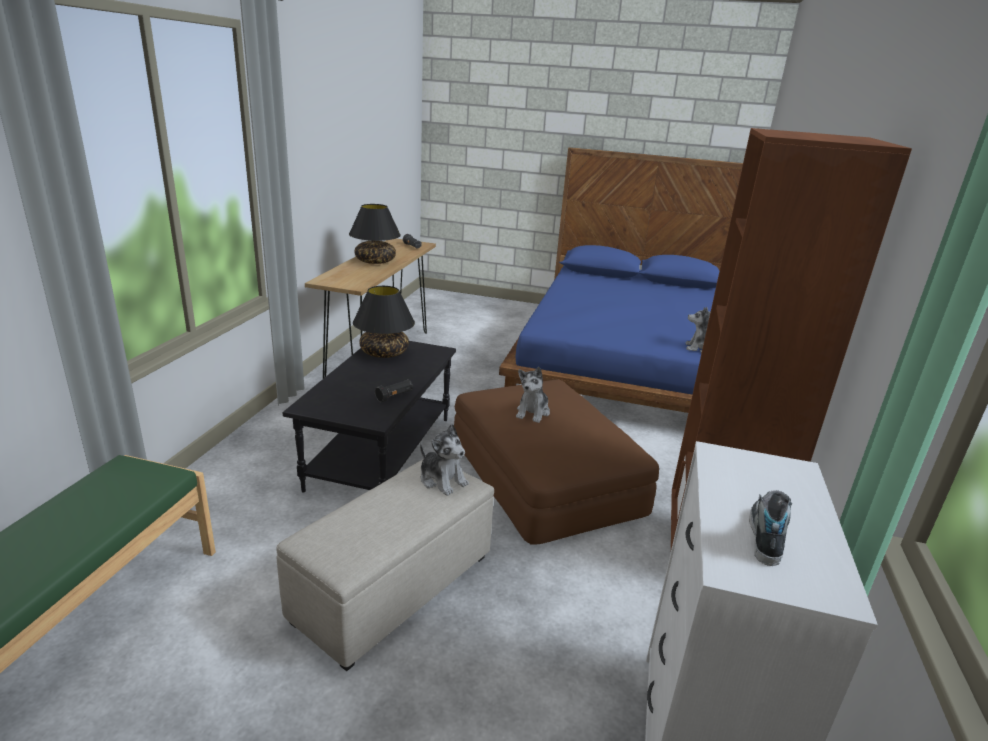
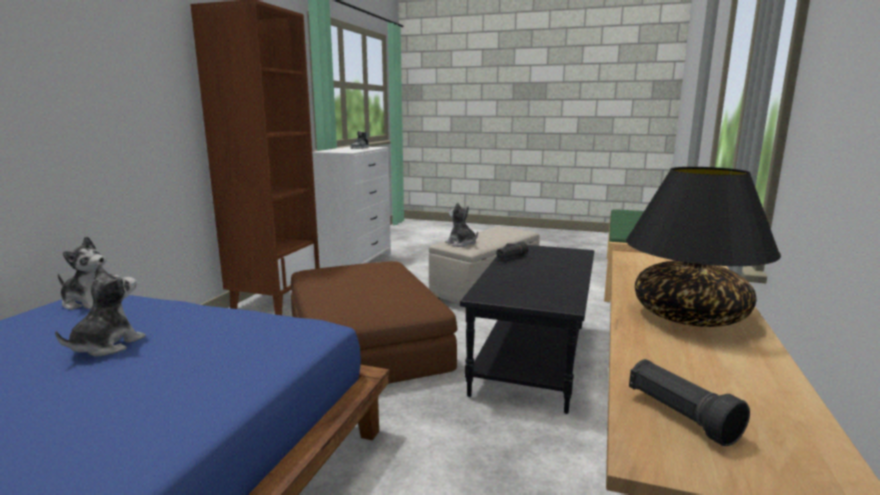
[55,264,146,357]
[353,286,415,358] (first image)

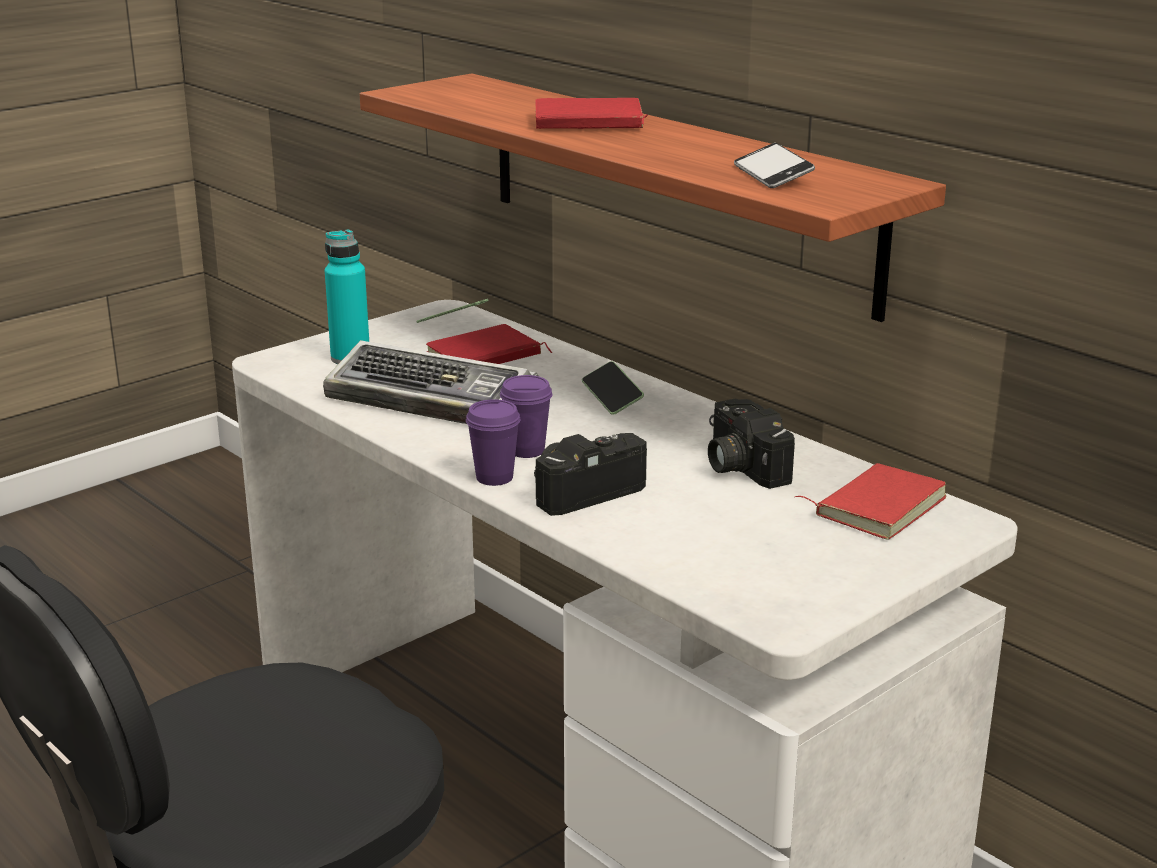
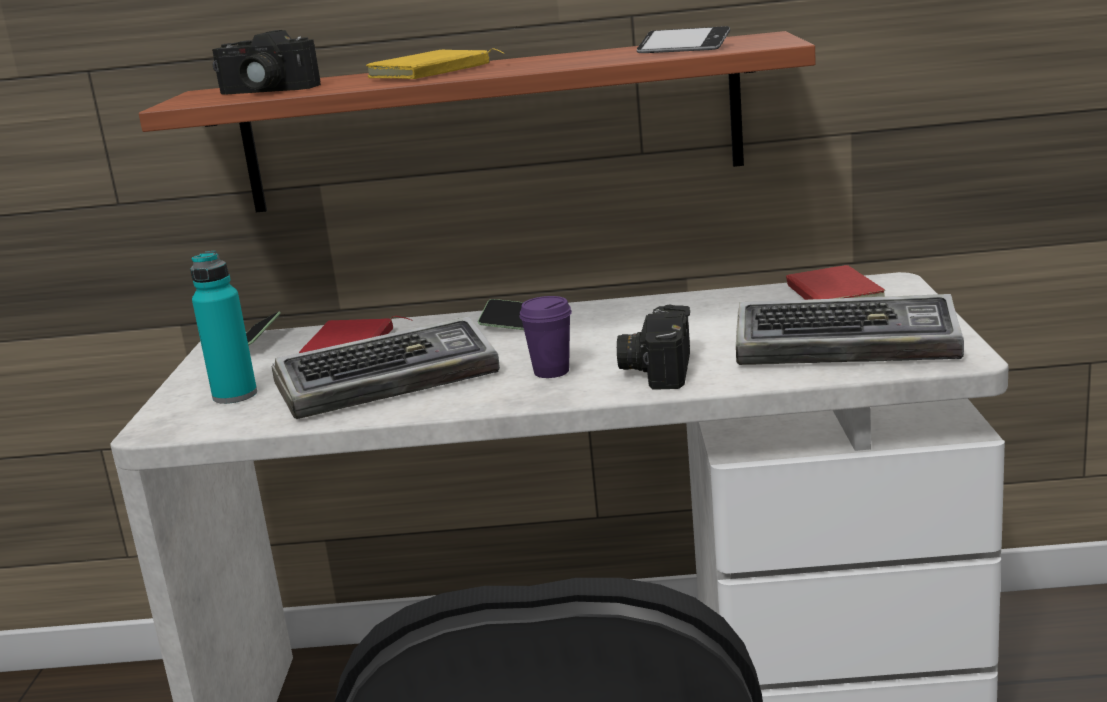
[212,30,321,95]
[366,48,505,79]
[736,294,964,365]
[466,399,521,486] (first image)

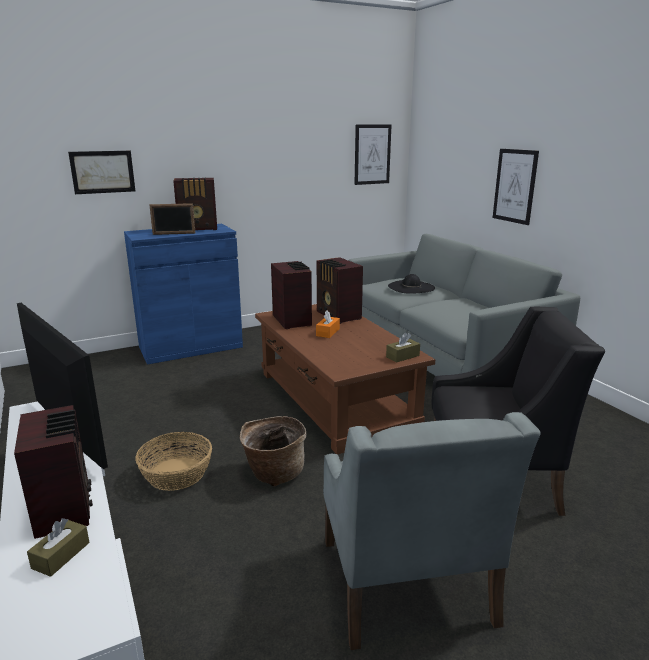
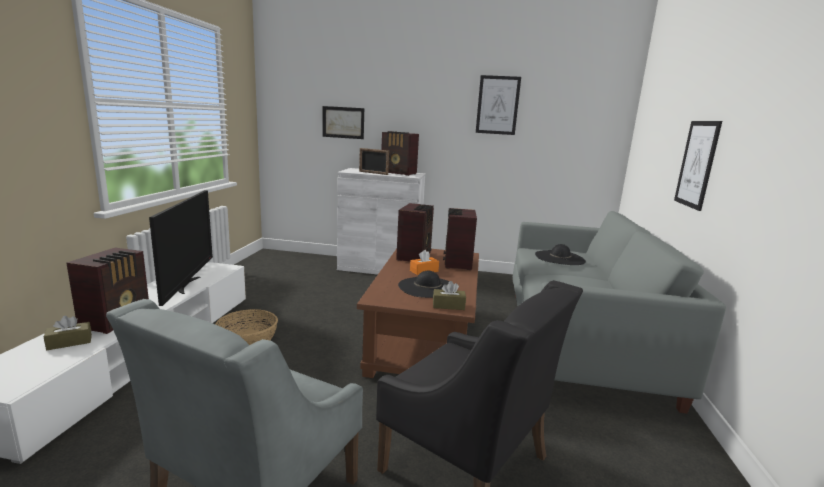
[337,168,425,275]
[398,271,449,298]
[476,75,521,135]
[240,416,306,487] (first image)

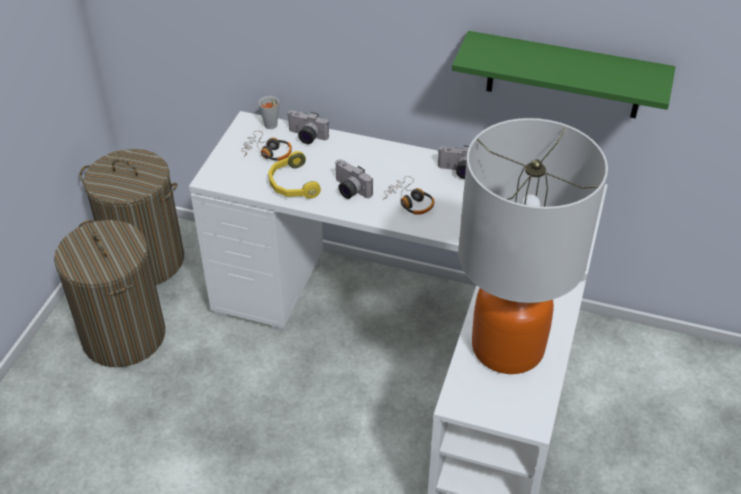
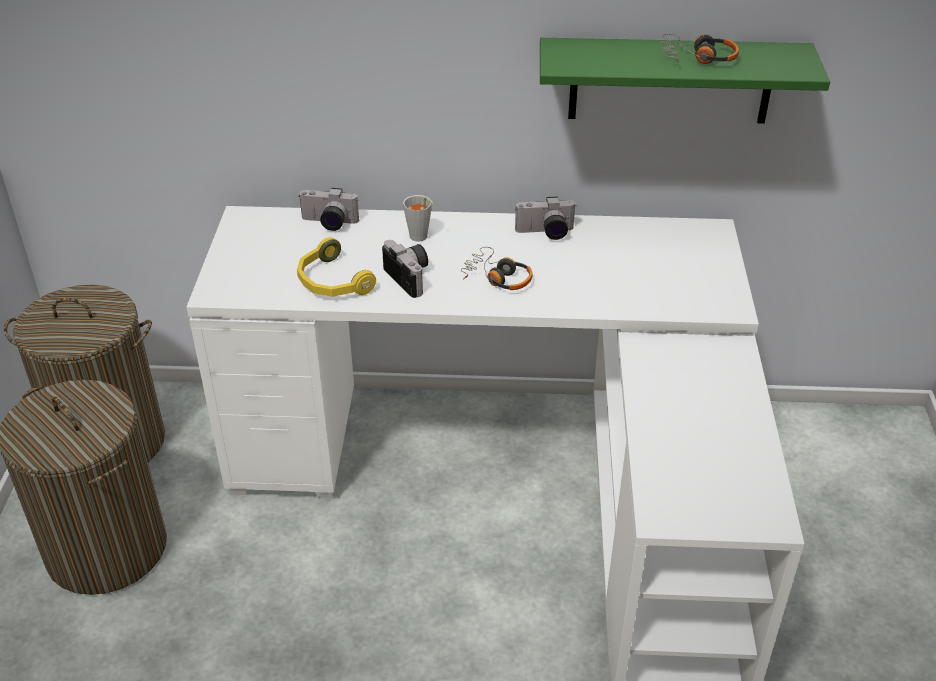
[382,240,428,298]
[403,195,434,242]
[660,34,739,64]
[458,118,608,374] (first image)

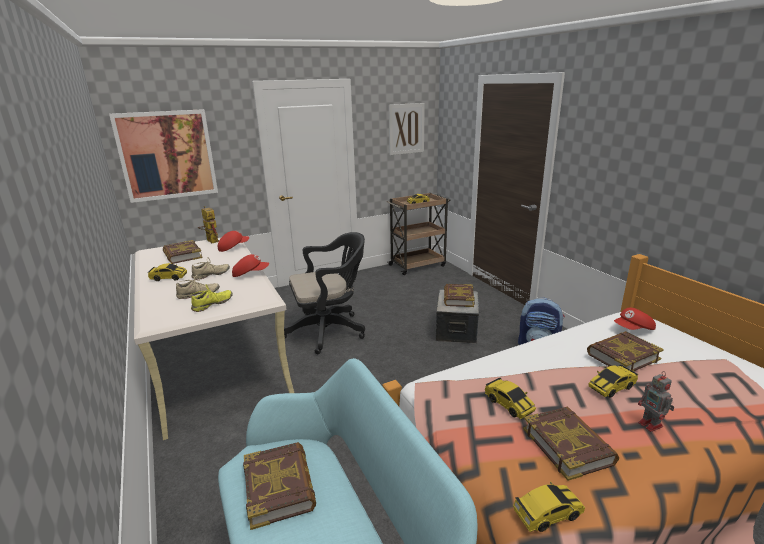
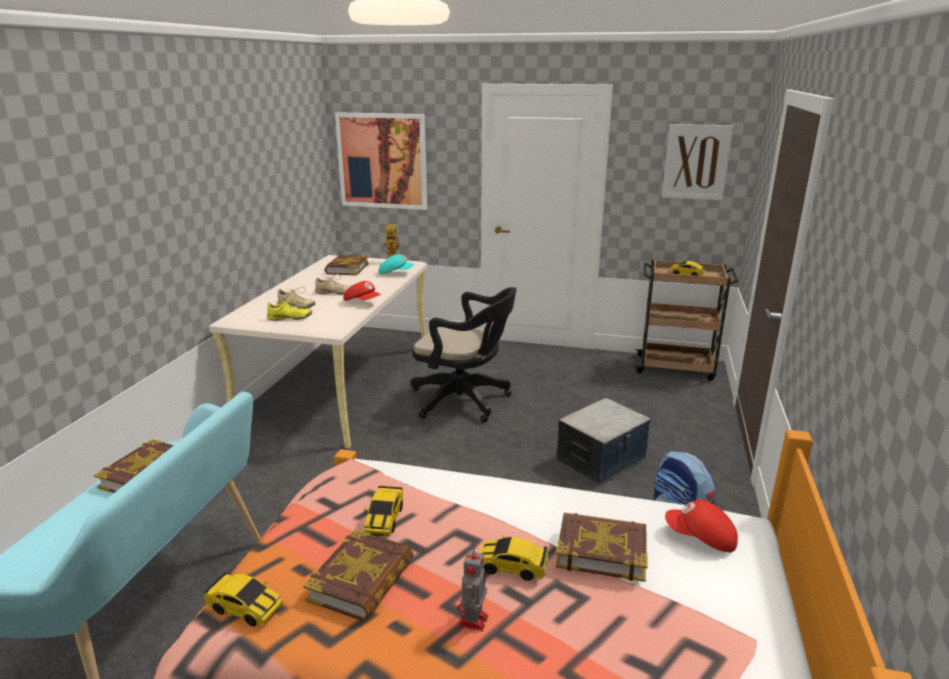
[379,254,415,274]
[148,263,187,281] (first image)
[444,284,475,307] (first image)

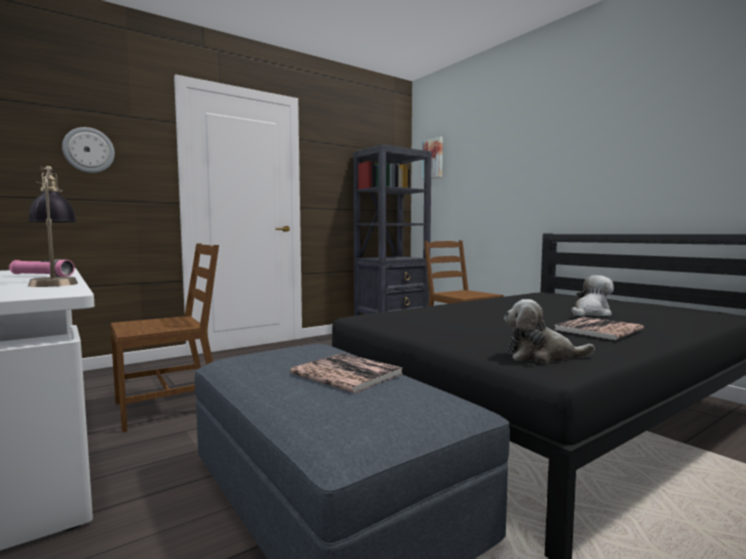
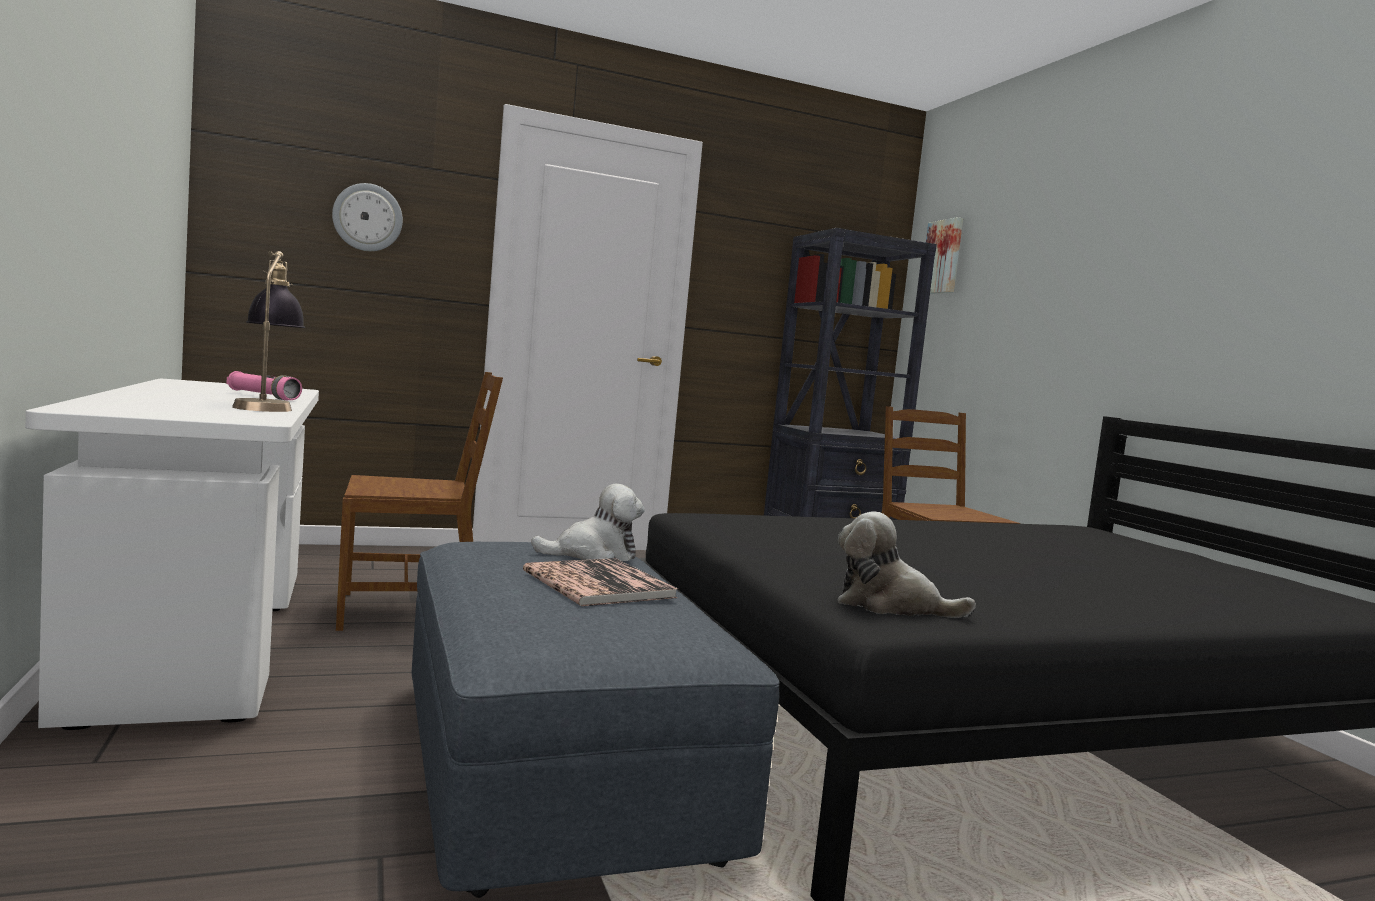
[531,484,645,561]
[555,317,644,340] (first image)

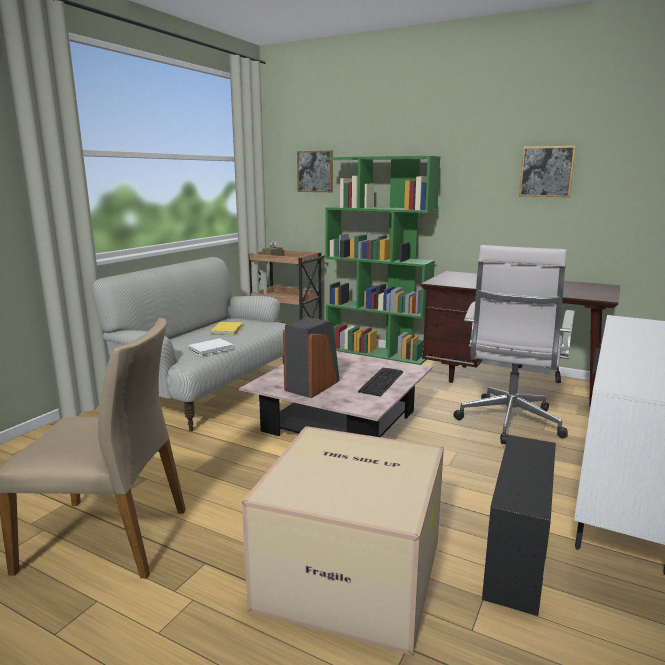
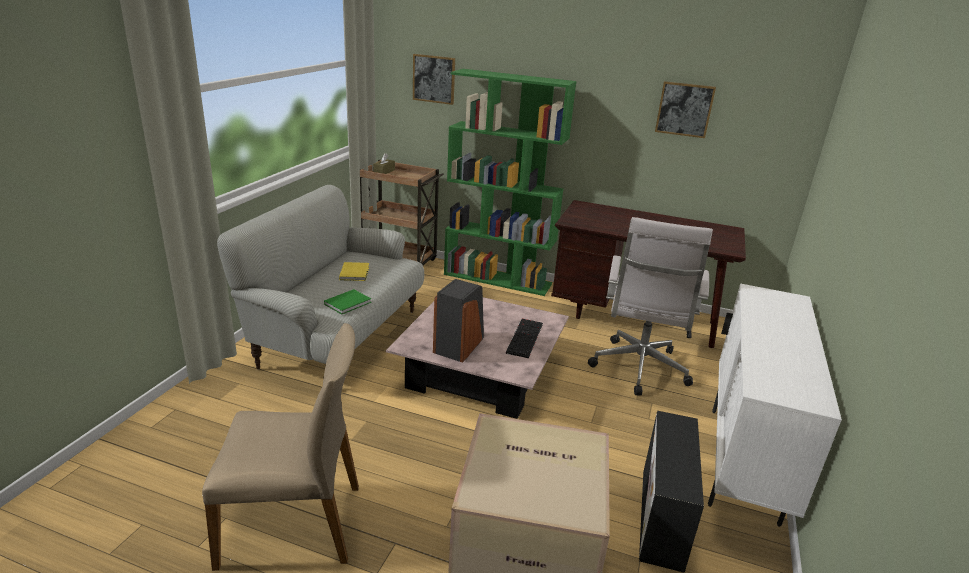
[324,289,371,315]

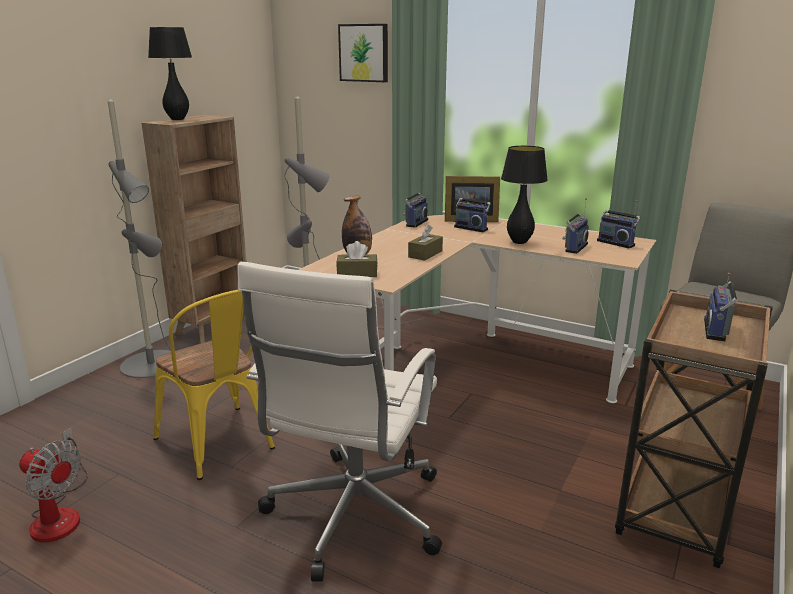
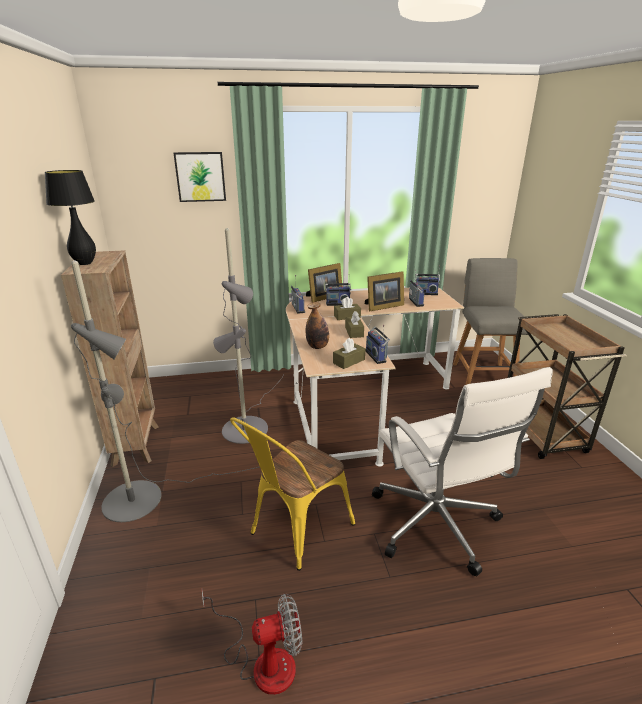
[230,417,355,571]
[334,297,361,320]
[365,271,404,312]
[365,325,390,364]

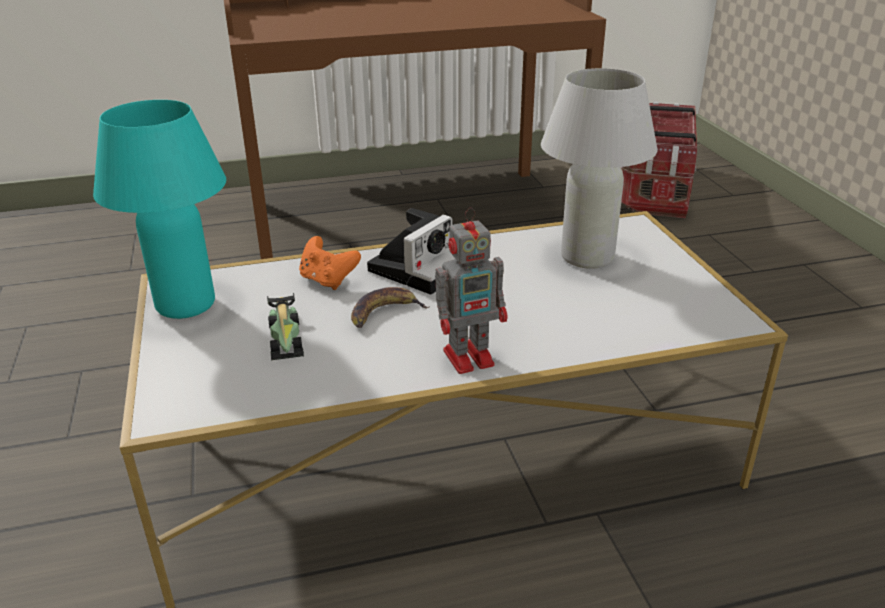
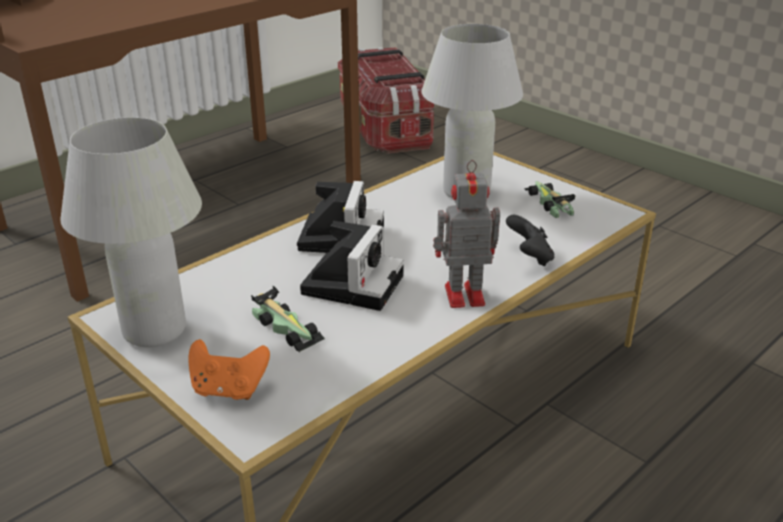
[60,117,202,347]
[188,339,270,400]
[300,221,404,311]
[433,160,500,308]
[506,215,554,267]
[524,181,575,218]

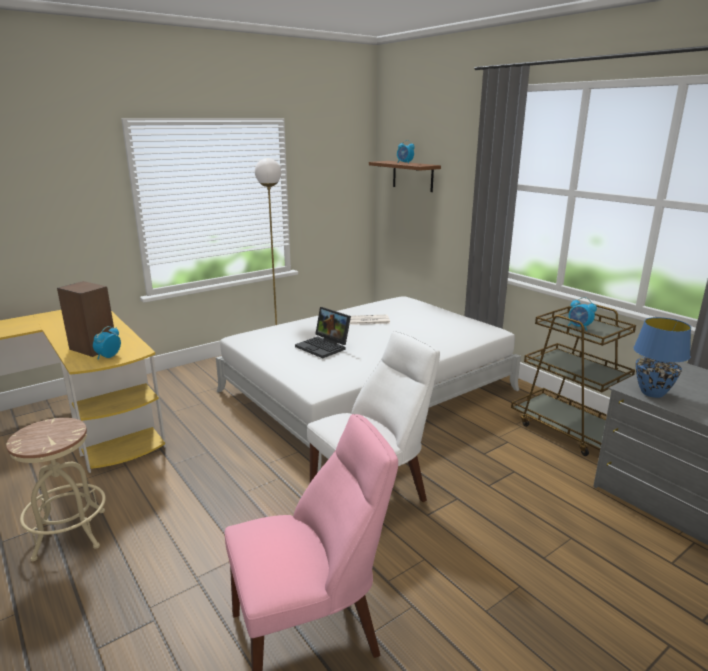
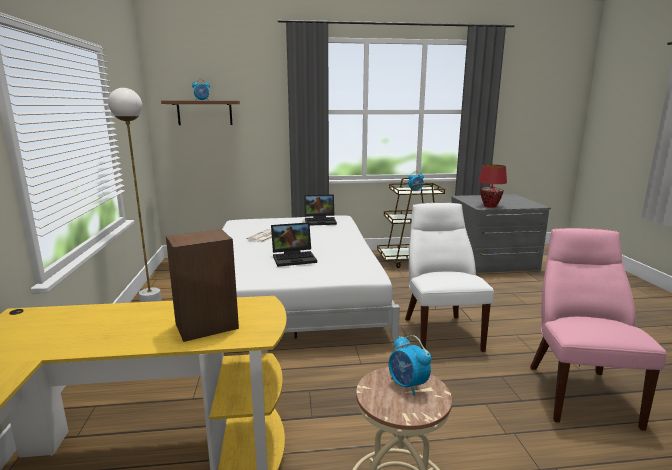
[304,195,337,225]
[389,335,432,396]
[478,165,507,208]

